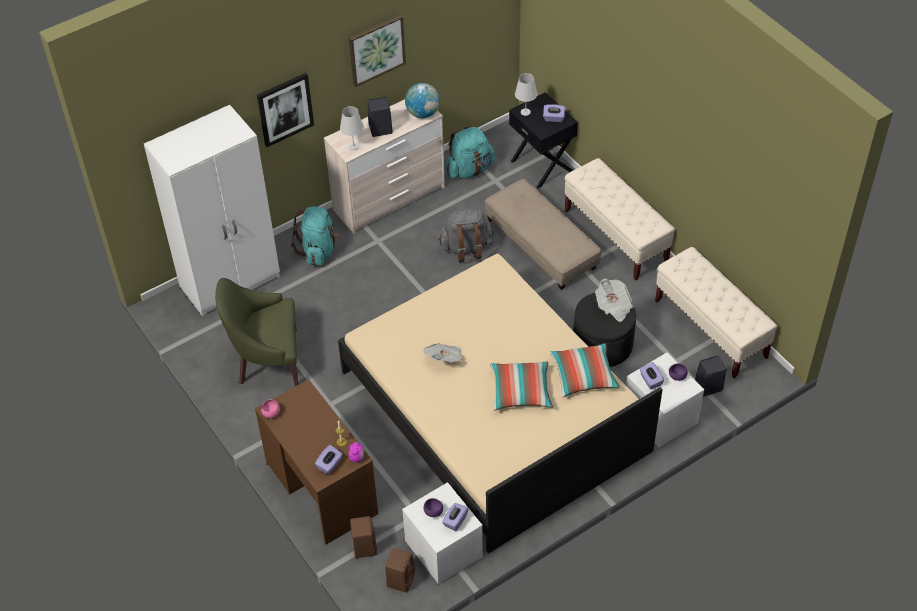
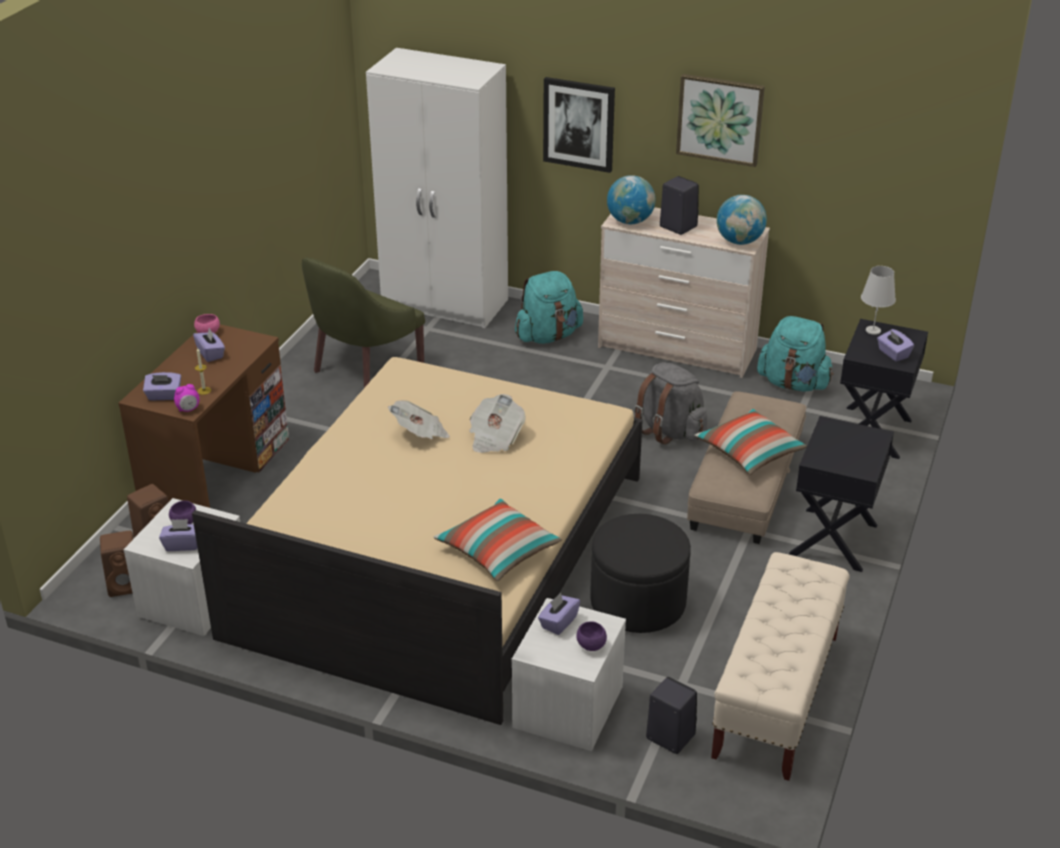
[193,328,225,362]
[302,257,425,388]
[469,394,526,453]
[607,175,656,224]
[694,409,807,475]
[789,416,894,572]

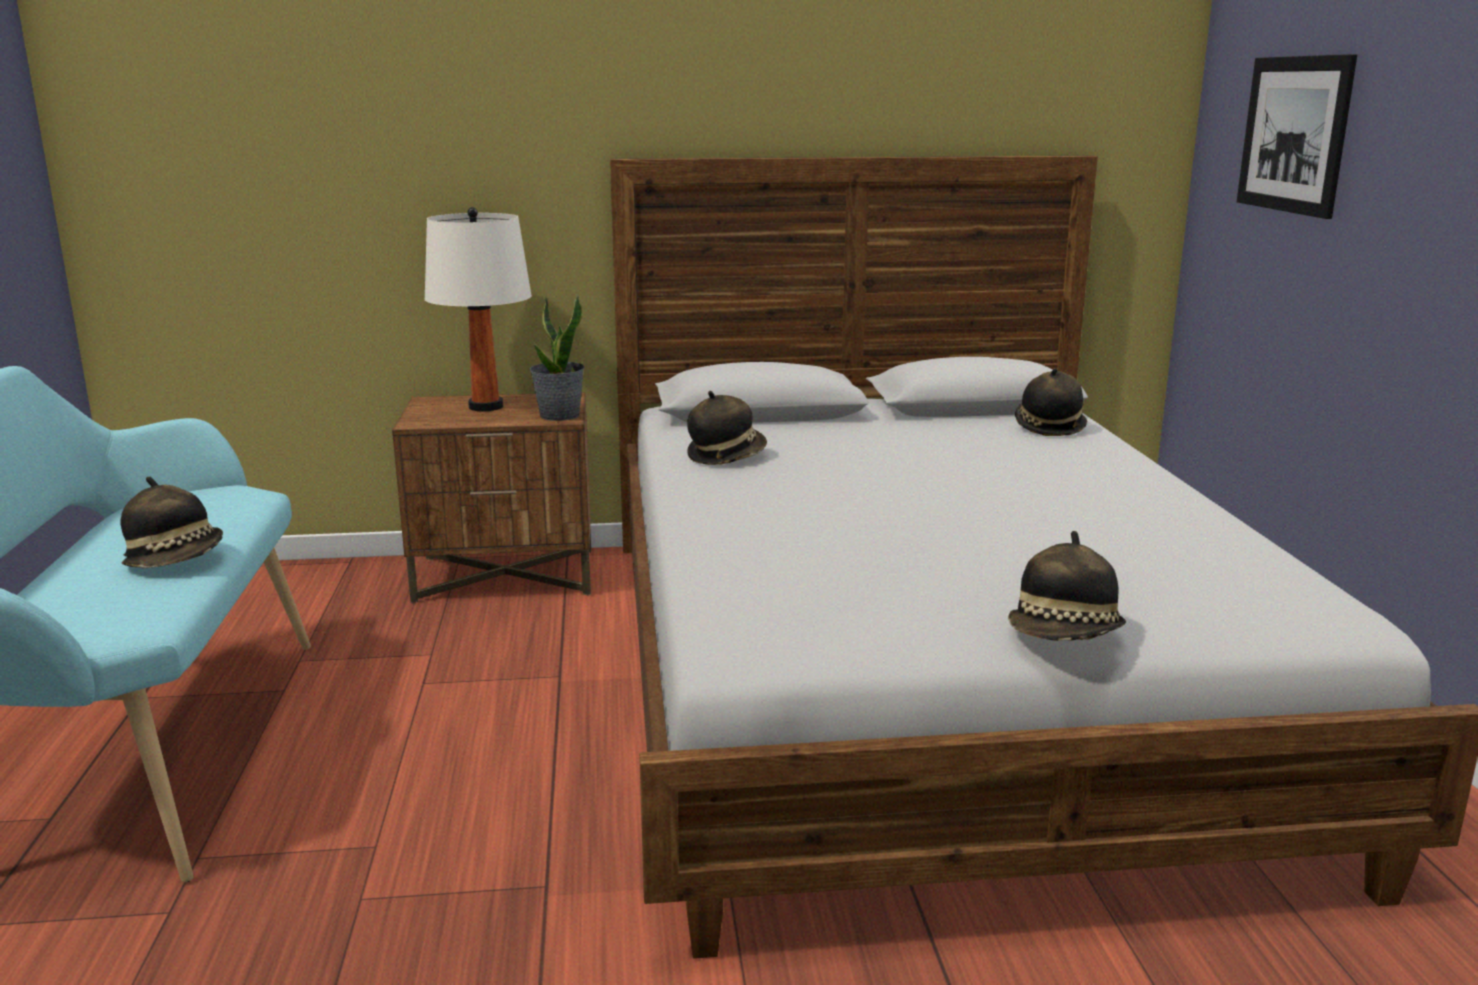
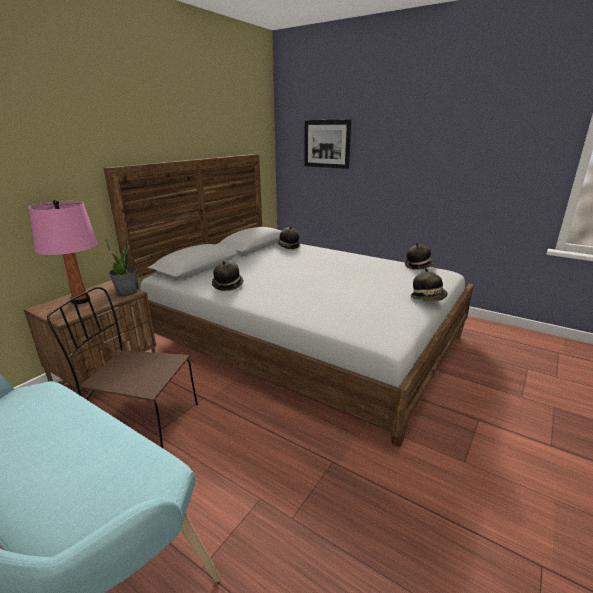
[28,200,97,304]
[47,287,198,448]
[405,243,435,270]

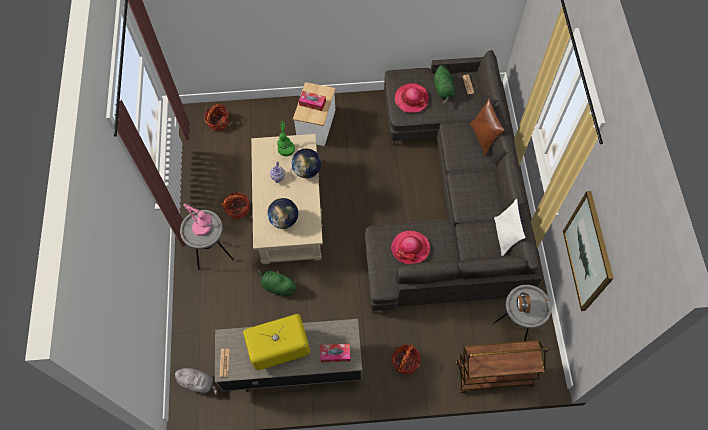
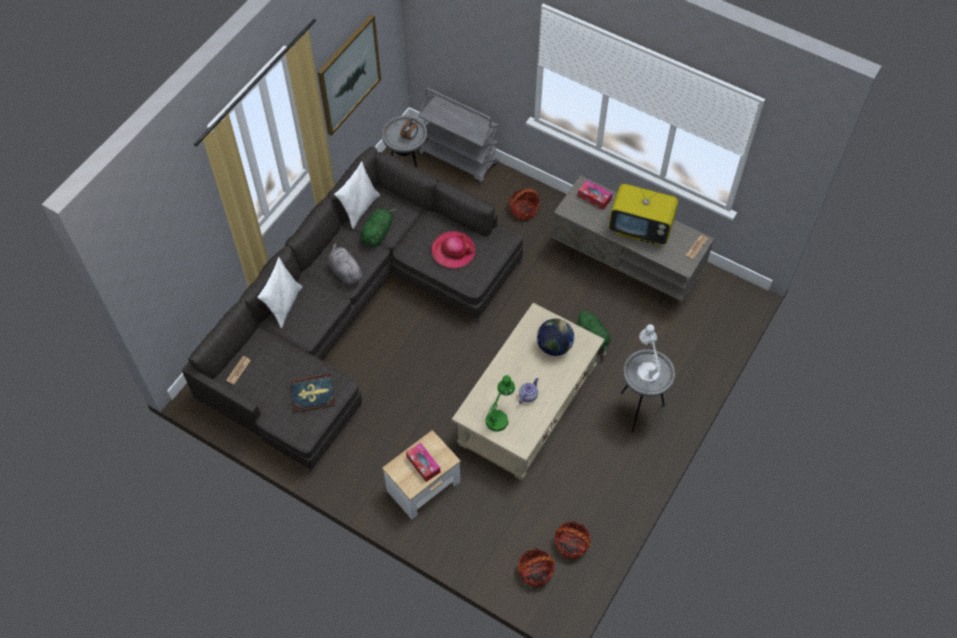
[257,257,303,328]
[291,374,336,412]
[328,243,364,285]
[360,209,397,246]
[418,88,499,184]
[555,521,591,559]
[637,324,661,384]
[292,149,321,178] (first image)

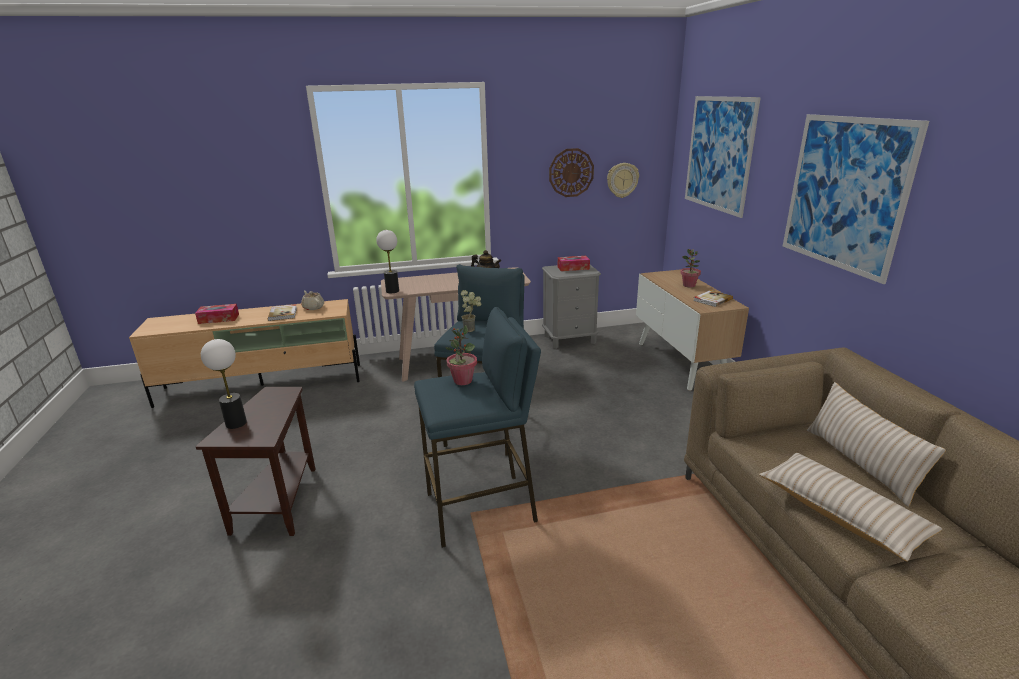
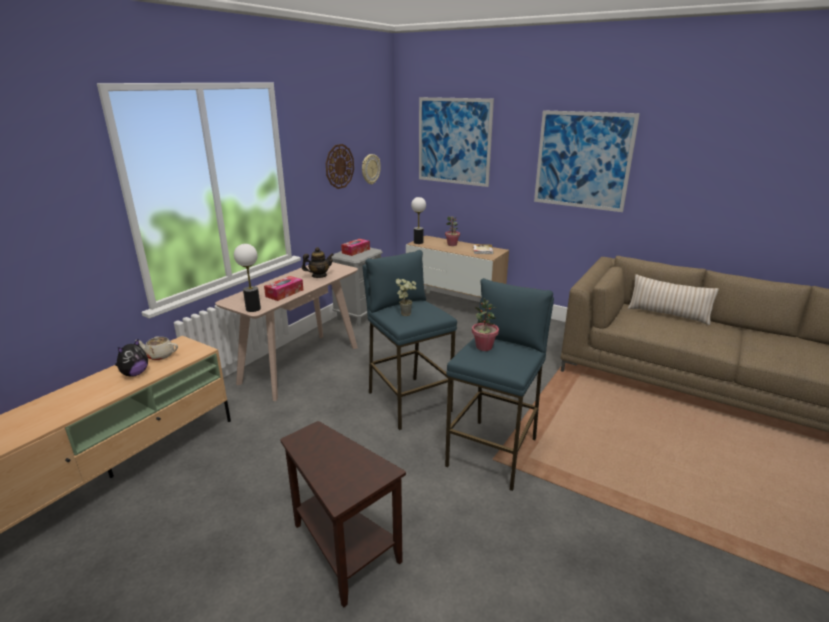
[115,339,148,377]
[264,276,303,301]
[411,197,426,244]
[759,453,942,561] (first image)

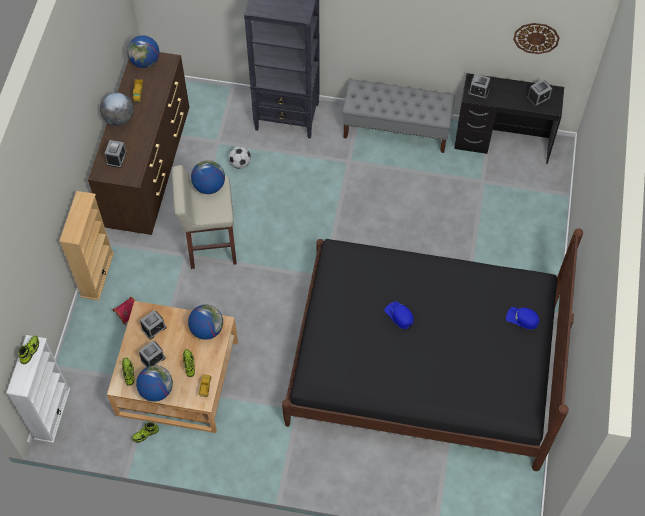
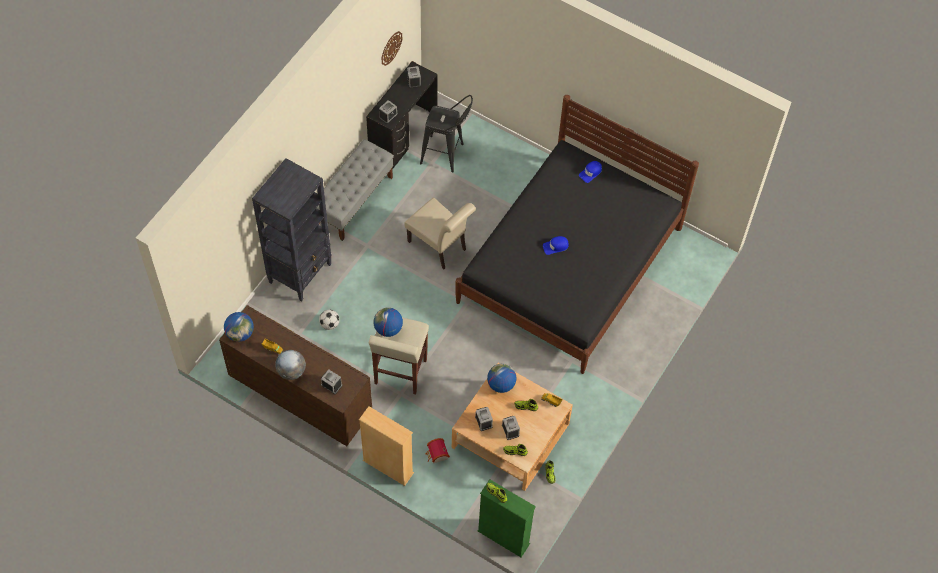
[404,197,476,269]
[420,95,473,172]
[478,479,536,557]
[136,365,173,402] (first image)

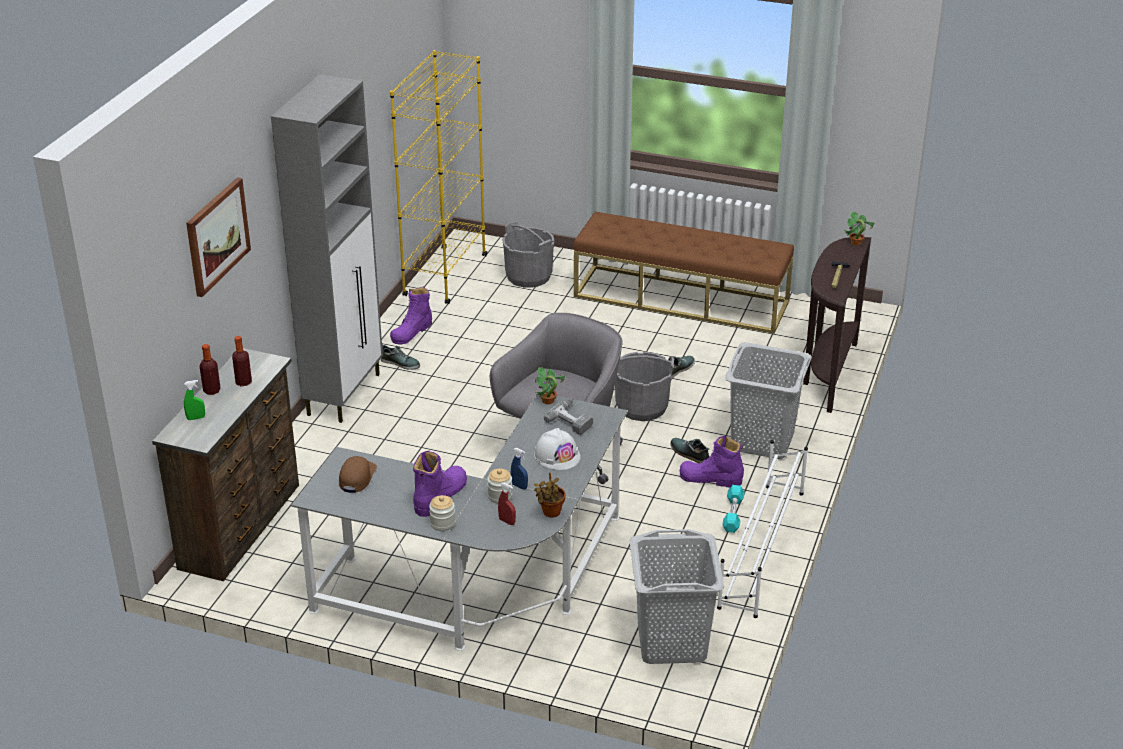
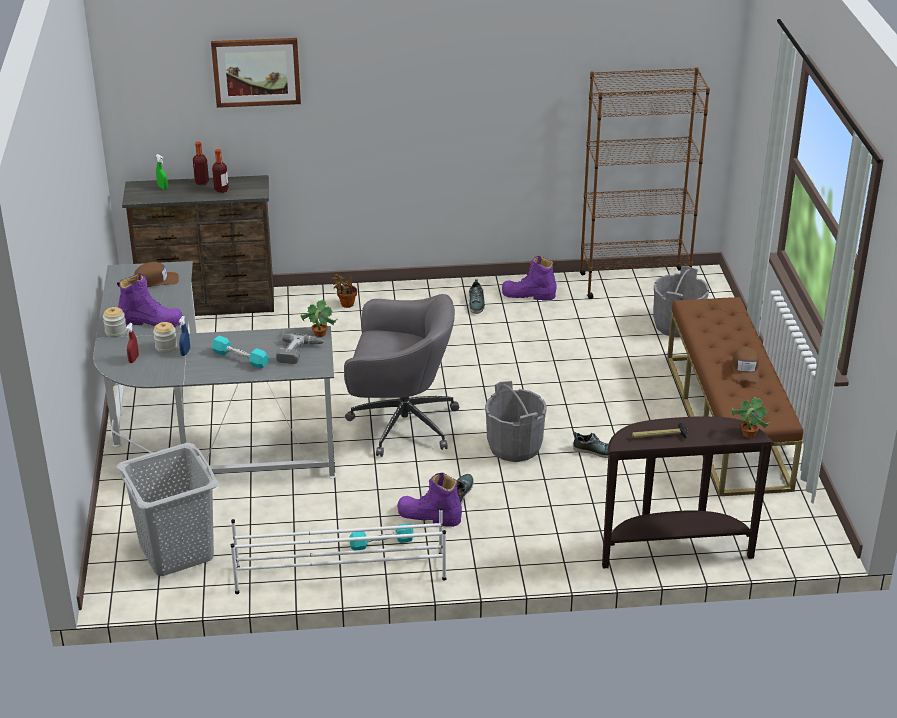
[212,336,269,369]
[331,274,357,308]
[397,473,462,527]
[580,67,710,299]
[732,347,759,382]
[271,74,383,423] (first image)
[725,342,812,459] (first image)

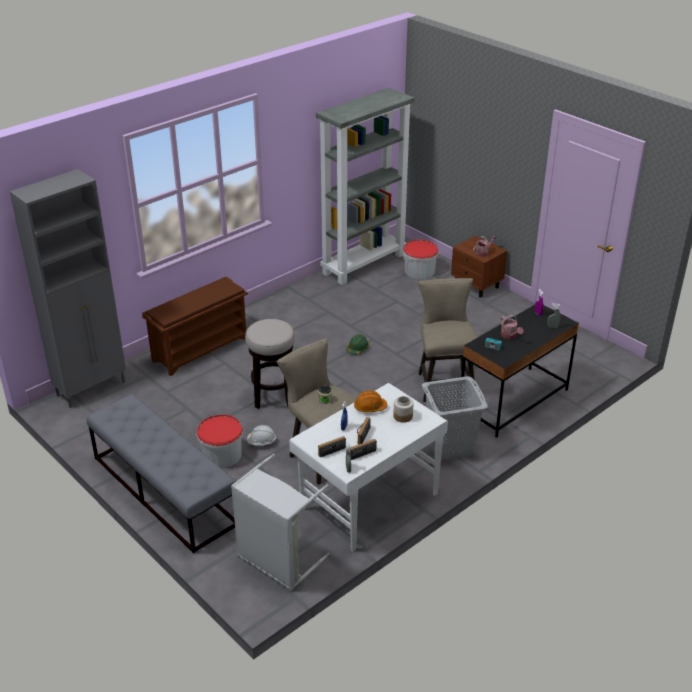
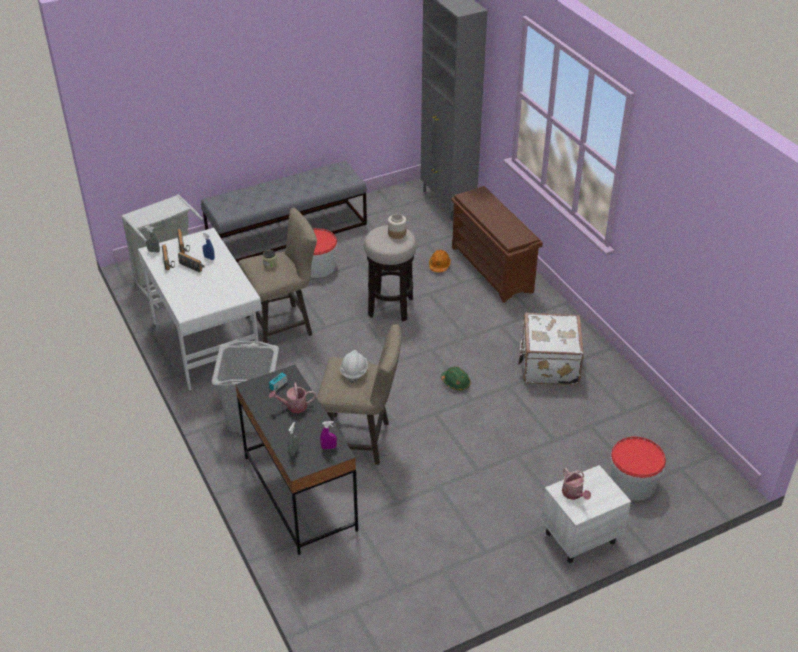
[340,350,368,383]
[388,214,406,239]
[429,250,451,273]
[518,313,584,385]
[541,465,631,563]
[316,88,414,285] (first image)

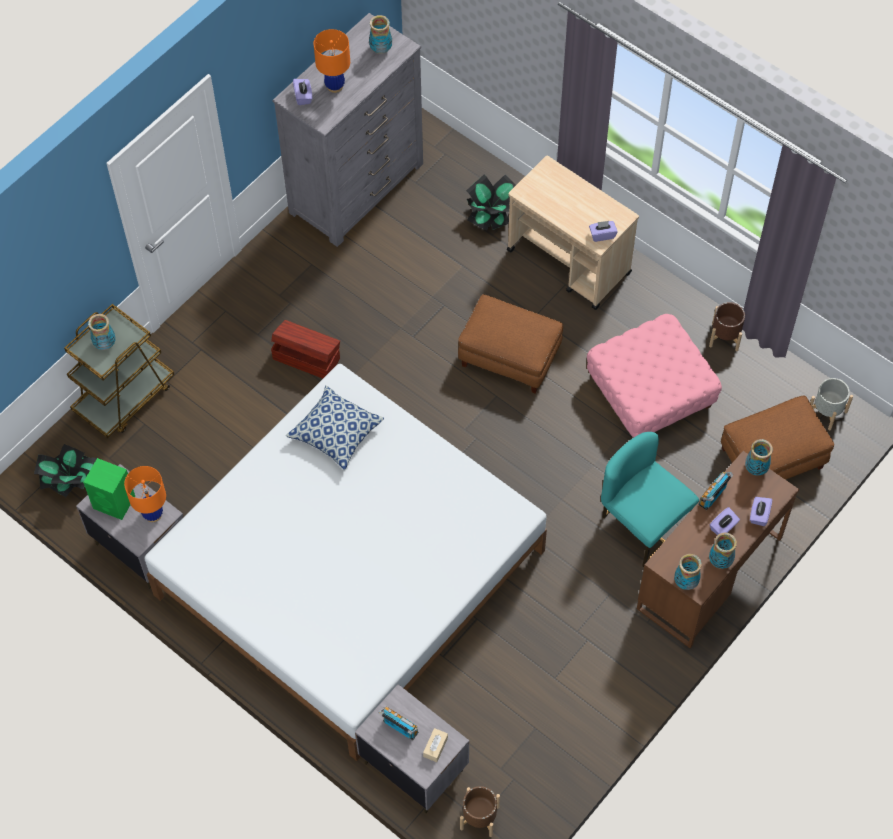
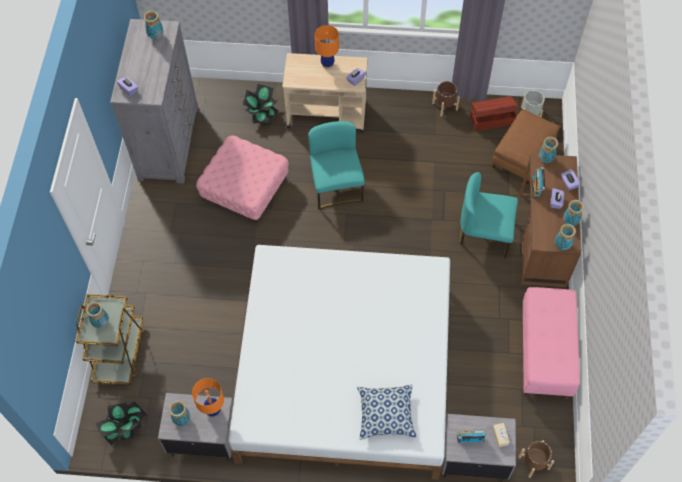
[169,401,191,426]
[196,135,289,223]
[308,121,365,209]
[315,25,339,69]
[357,384,416,440]
[471,96,518,131]
[523,287,580,400]

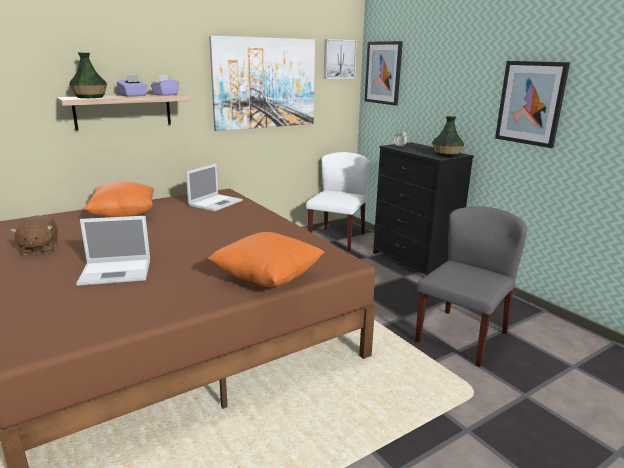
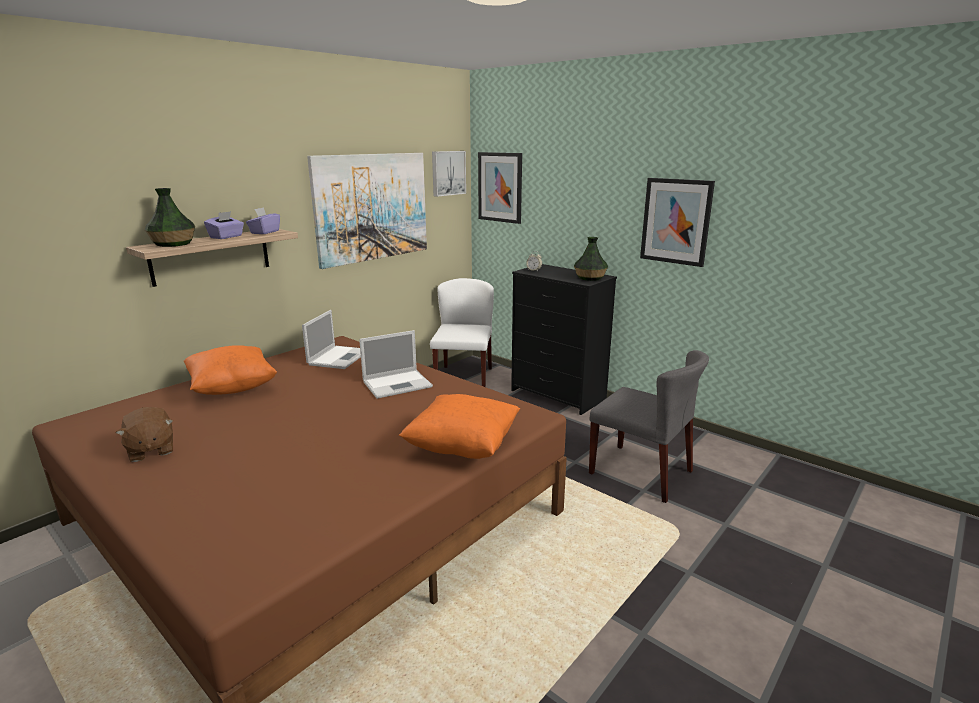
[359,330,433,399]
[589,350,709,503]

